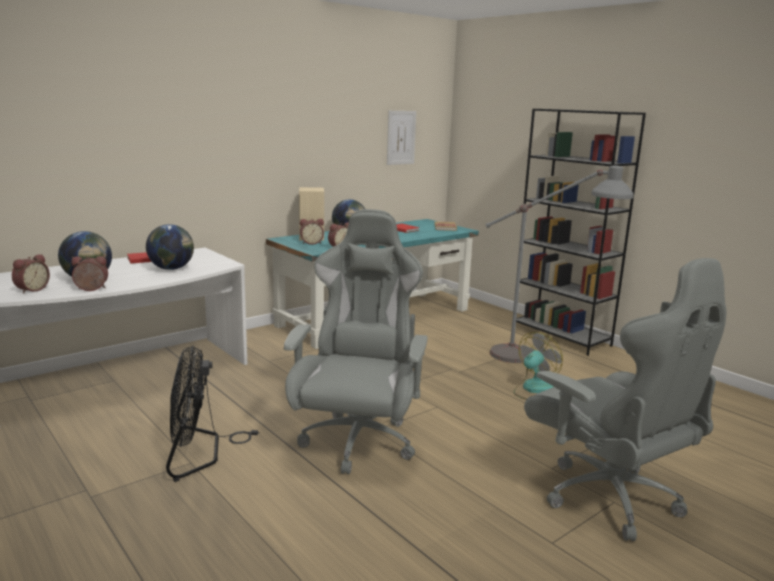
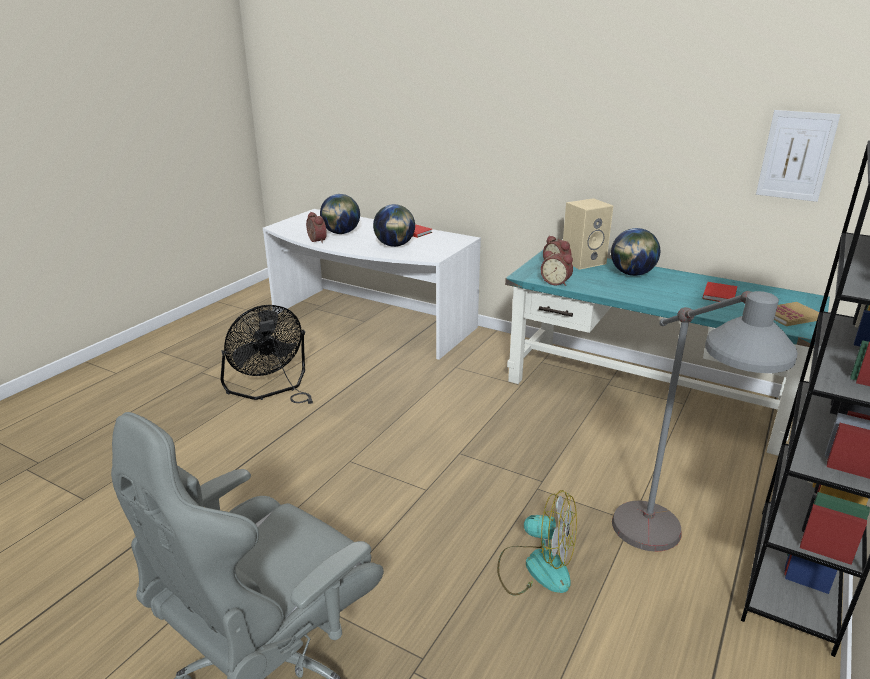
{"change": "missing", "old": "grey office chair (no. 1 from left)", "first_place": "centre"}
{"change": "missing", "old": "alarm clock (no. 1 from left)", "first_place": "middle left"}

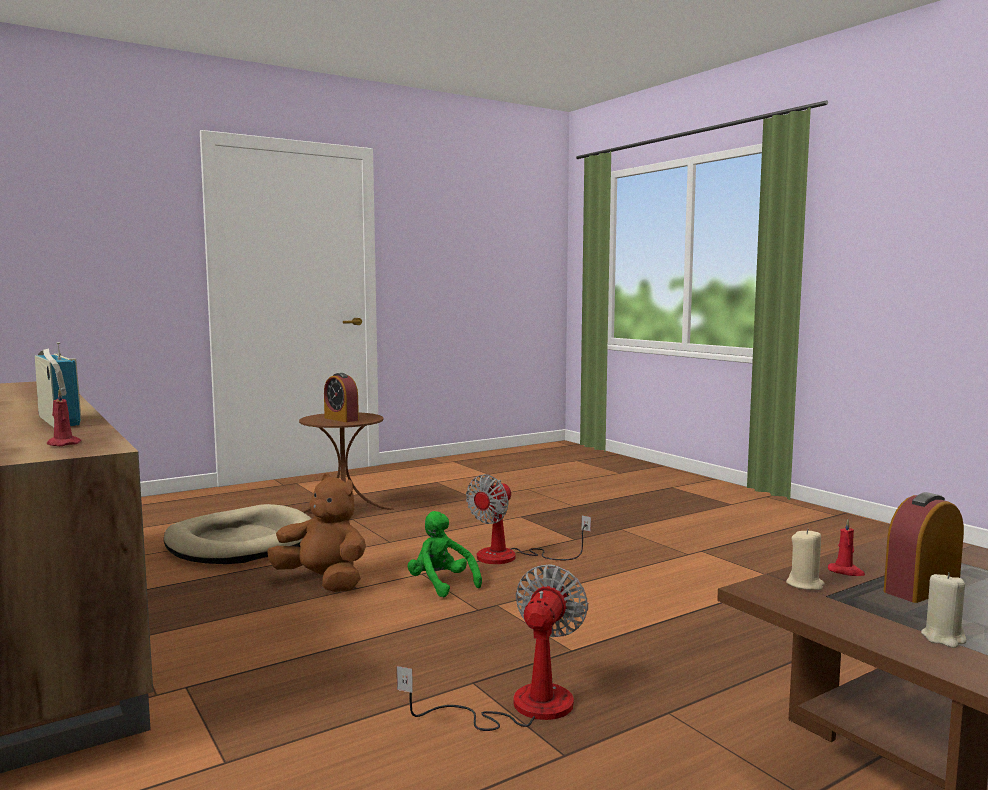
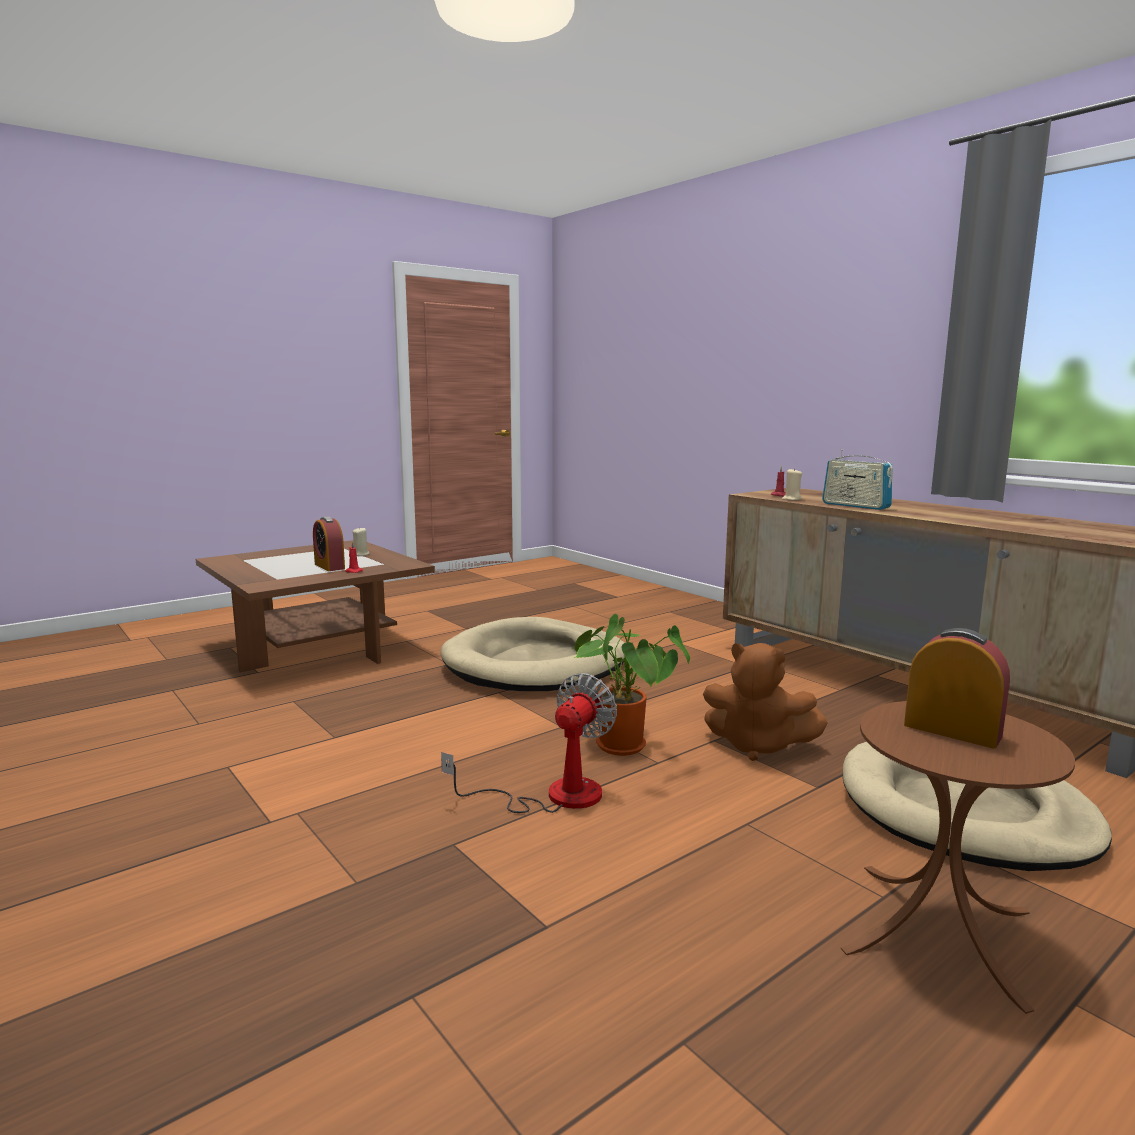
{"change": "spun", "old": "alarm clock (no. 2 from left in the first image)", "first_place": "bottom right", "second_place": "middle left", "degrees": 90}
{"change": "exchanged", "old": "green plush toy", "new": "potted plant", "first_place": "bottom centre", "second_place": "centre"}
{"change": "relocated", "old": "beige candle (no. 1 from left in the first image)", "new": "beige candle (no. 2 from left)", "first_place": "bottom right", "second_place": "middle right"}
{"change": "exchanged", "old": "fan (no. 1 from left)", "new": "beige dog bed (no. 1 from left)", "first_place": "bottom centre", "second_place": "centre"}

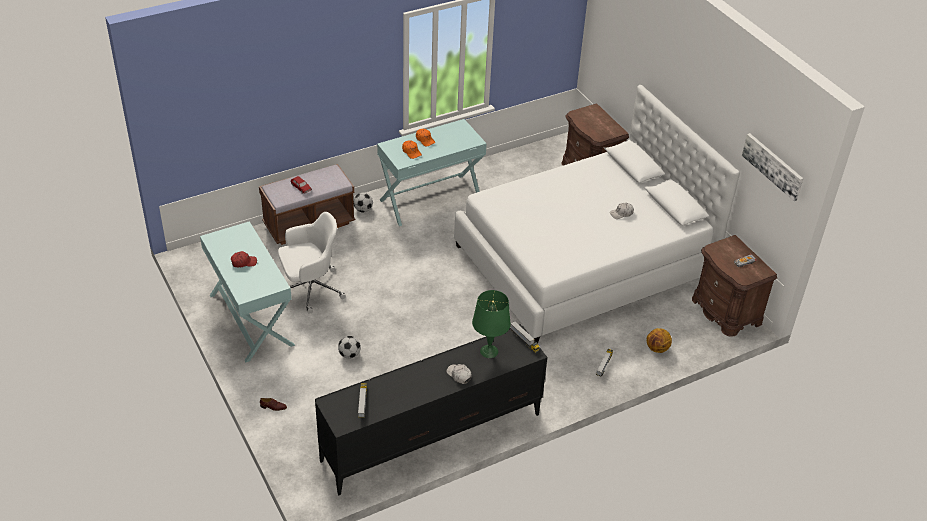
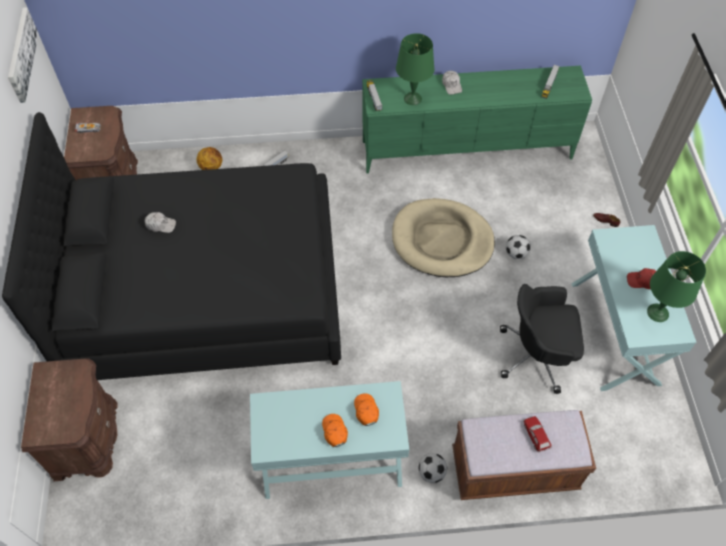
{"change": "colour", "old": "white bed", "new": "black bed", "first_place": "centre", "second_place": "middle left"}
{"change": "colour", "old": "white office chair", "new": "black office chair", "first_place": "centre", "second_place": "middle right"}
{"change": "colour", "old": "black cabinet", "new": "green cabinet", "first_place": "bottom centre", "second_place": "top centre"}
{"change": "appeared", "new": "beige dog bed", "second_place": "centre"}
{"change": "appeared", "new": "green table lamp (no. 2 from left)", "second_place": "middle right"}

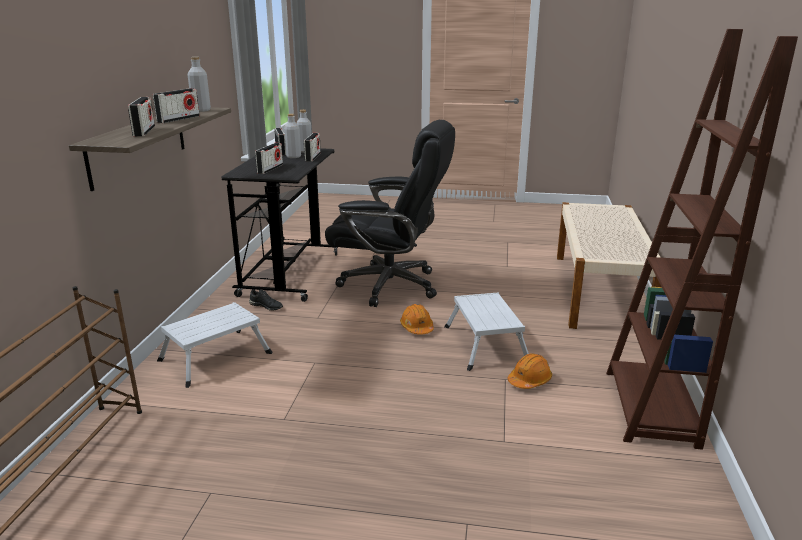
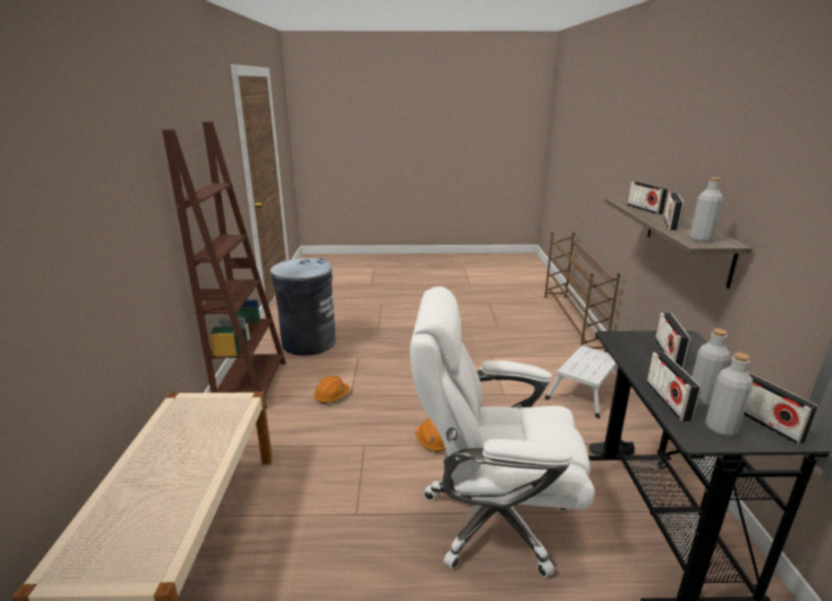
{"change": "colour", "old": "black office chair", "new": "white office chair", "first_place": "centre", "second_place": "bottom centre"}
{"change": "missing", "old": "white step ladder (no. 2 from left)", "first_place": "centre"}
{"change": "appeared", "new": "grey trash can", "second_place": "centre"}

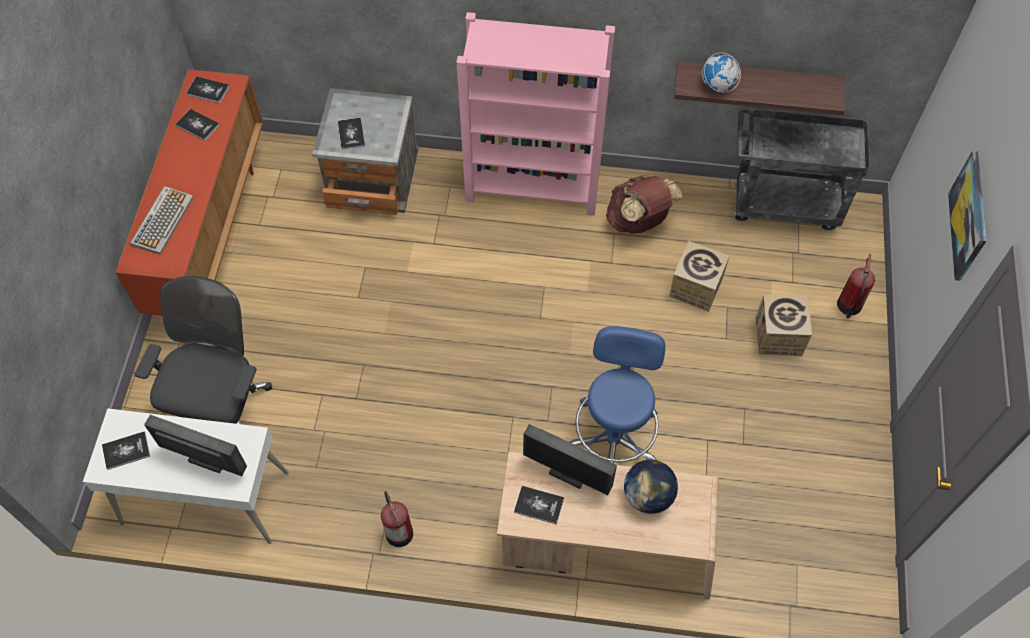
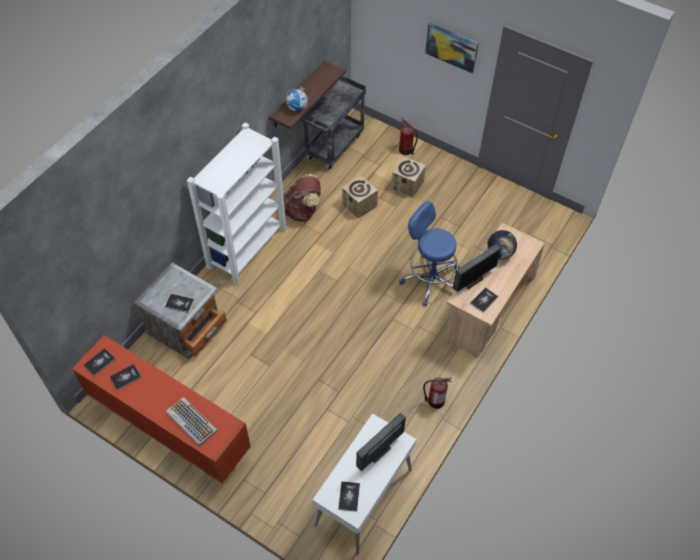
{"change": "colour", "old": "pink bookcase", "new": "white bookcase", "first_place": "top centre", "second_place": "centre"}
{"change": "missing", "old": "office chair", "first_place": "middle left"}

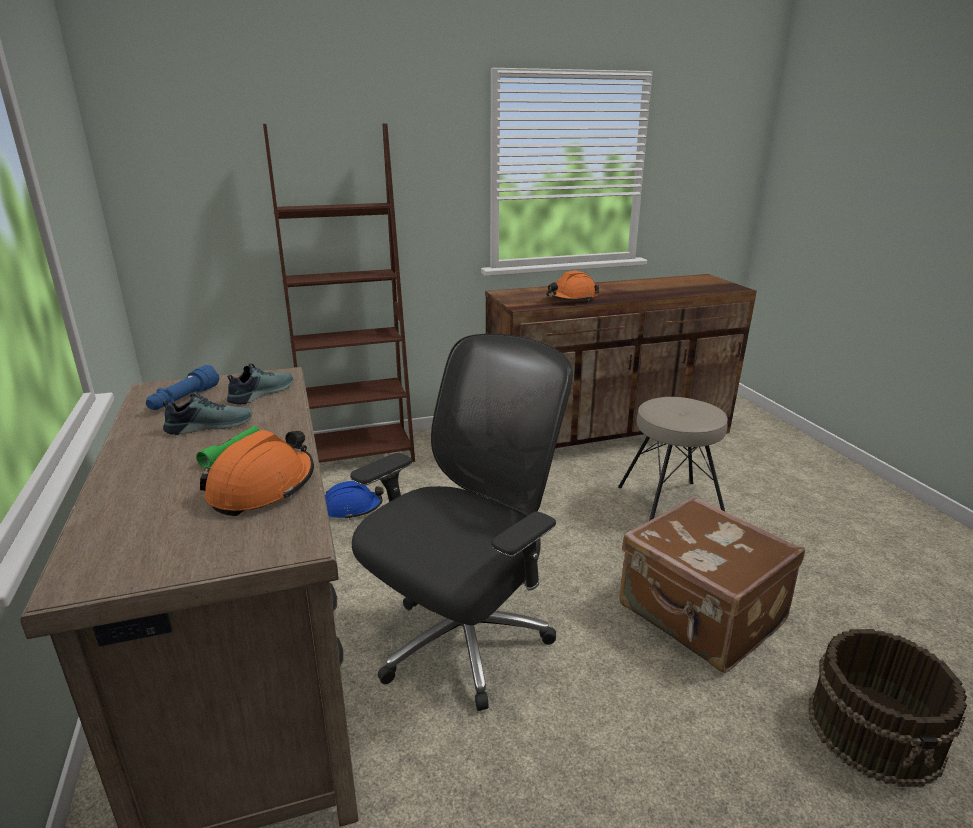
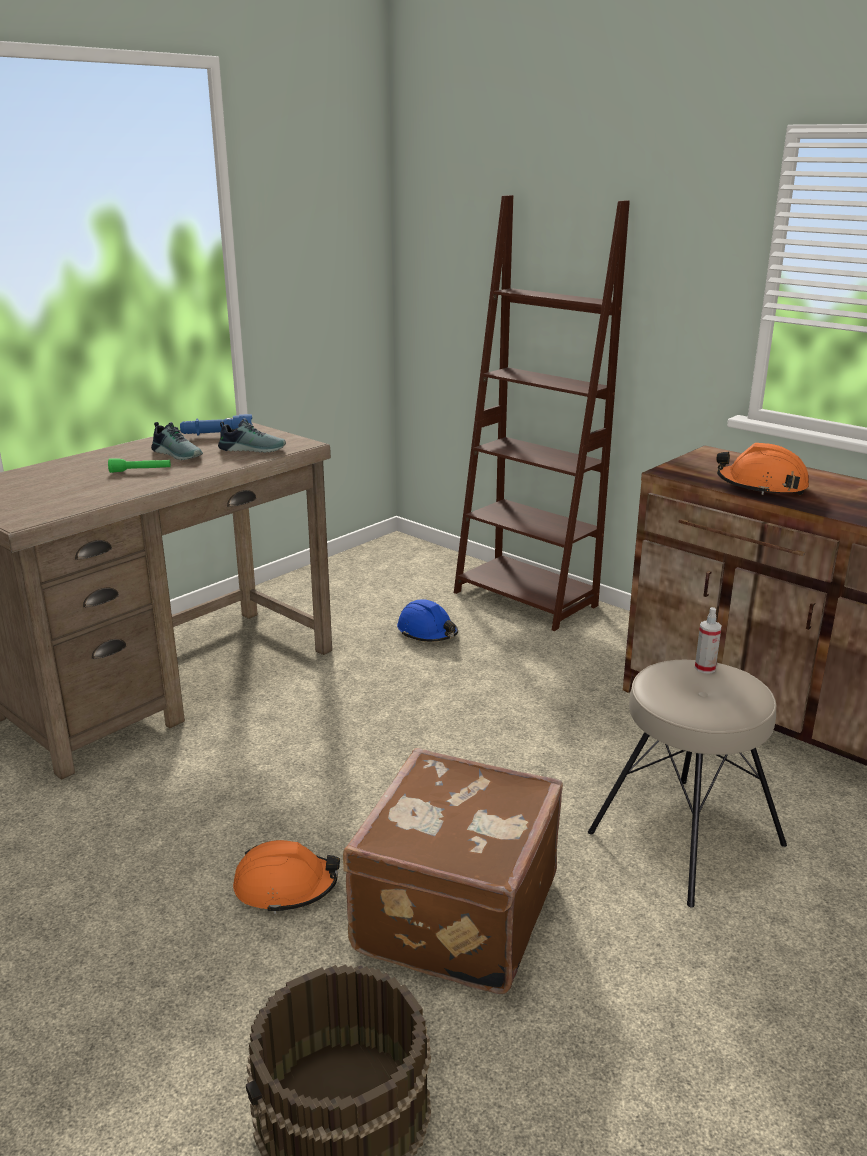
{"change": "missing", "old": "office chair", "first_place": "centre"}
{"change": "relocated", "old": "orange hard hat (no. 1 from left)", "first_place": "middle left", "second_place": "bottom left"}
{"change": "appeared", "new": "spray bottle", "second_place": "middle right"}

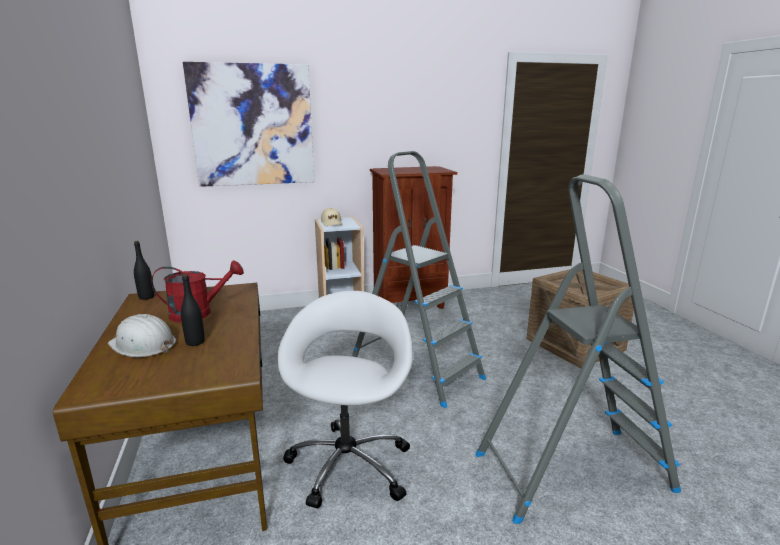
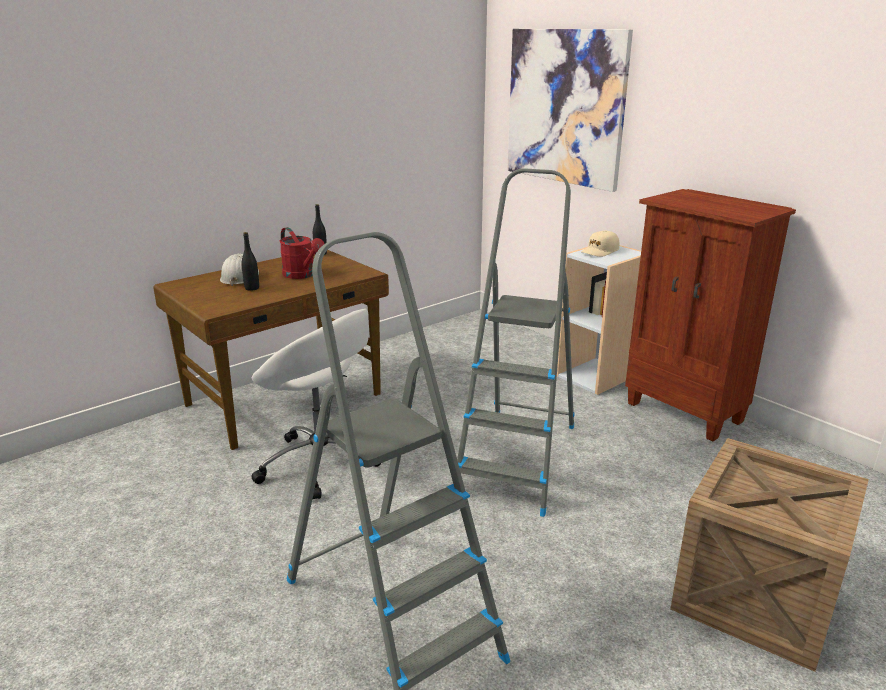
{"change": "spun", "old": "white office chair", "first_place": "bottom centre", "second_place": "centre", "degrees": 45}

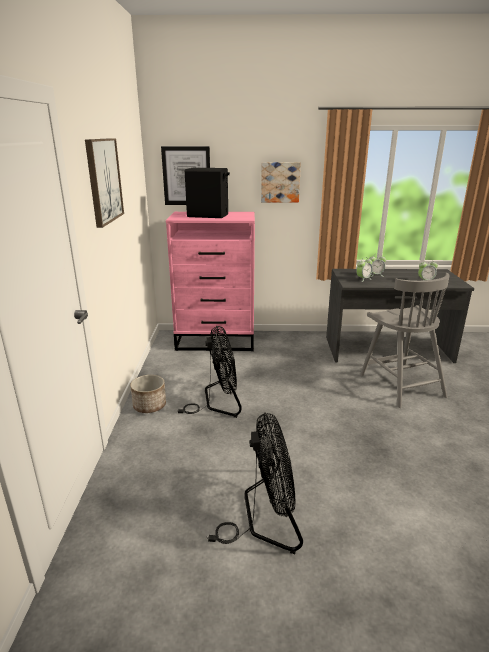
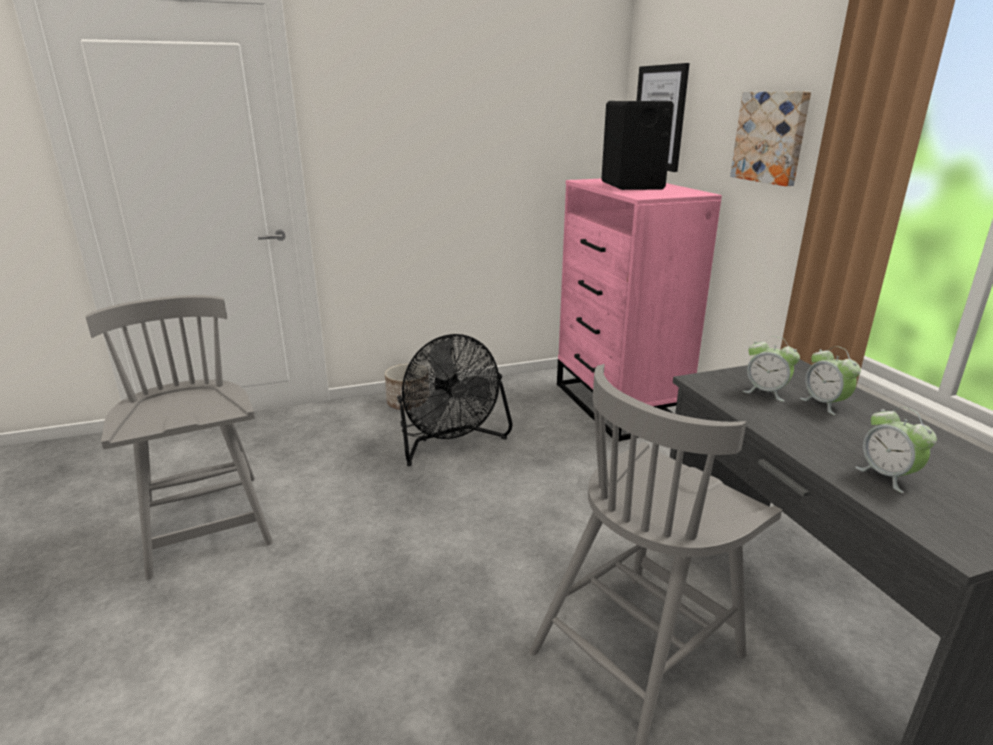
{"change": "missing", "old": "picture (no. 1 from left)", "first_place": "top left"}
{"change": "exchanged", "old": "black fan (no. 2 from left)", "new": "grey chair (no. 1 from left)", "first_place": "bottom centre", "second_place": "middle left"}

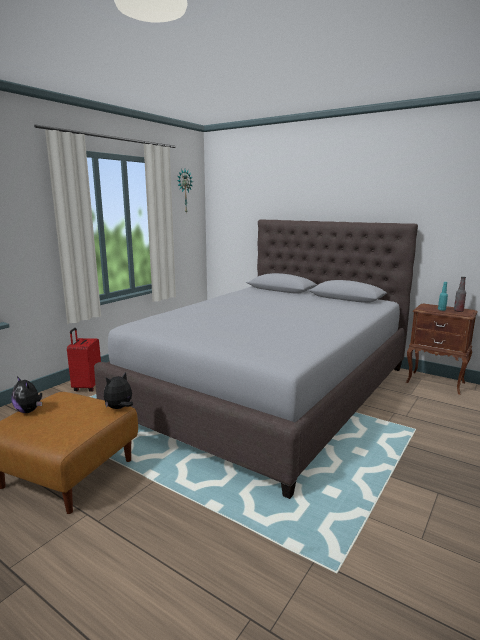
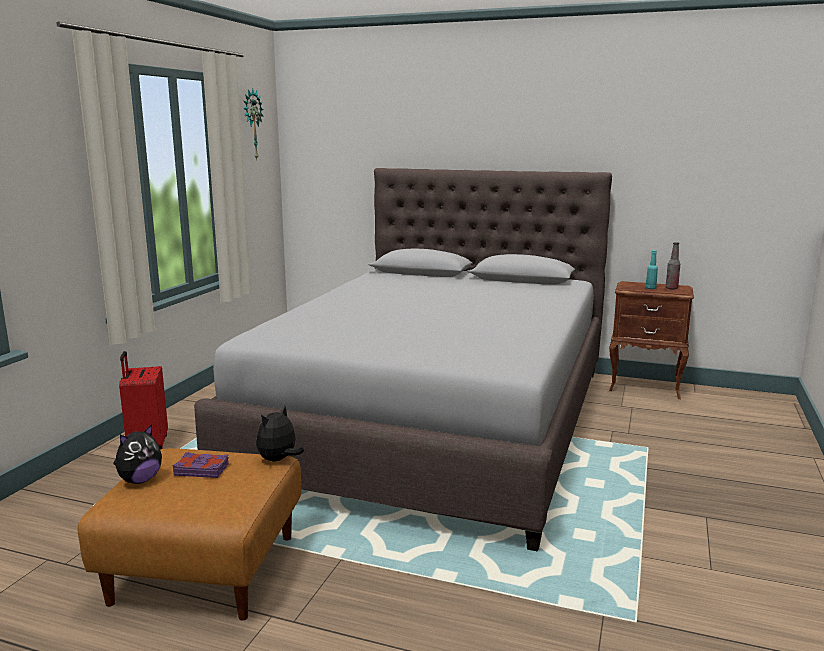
{"change": "spun", "old": "plush toy (no. 1 from left)", "first_place": "middle left", "second_place": "bottom left", "degrees": -75}
{"change": "appeared", "new": "purple book", "second_place": "bottom left"}

